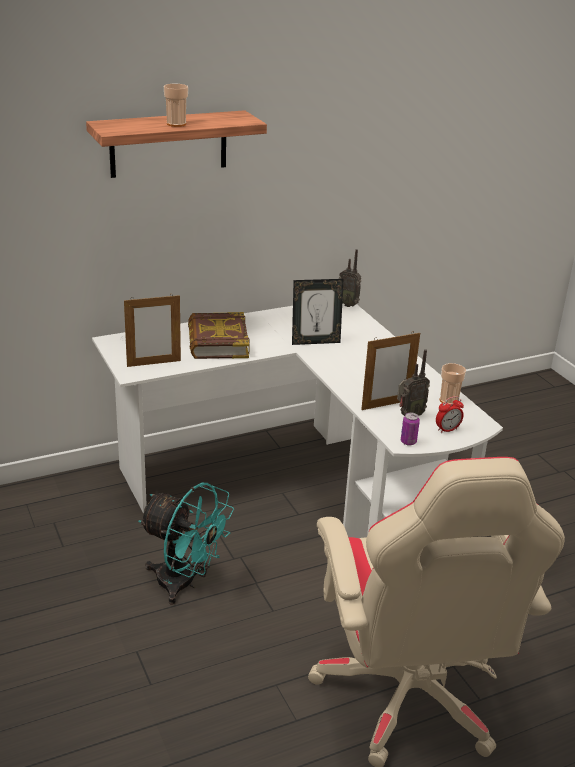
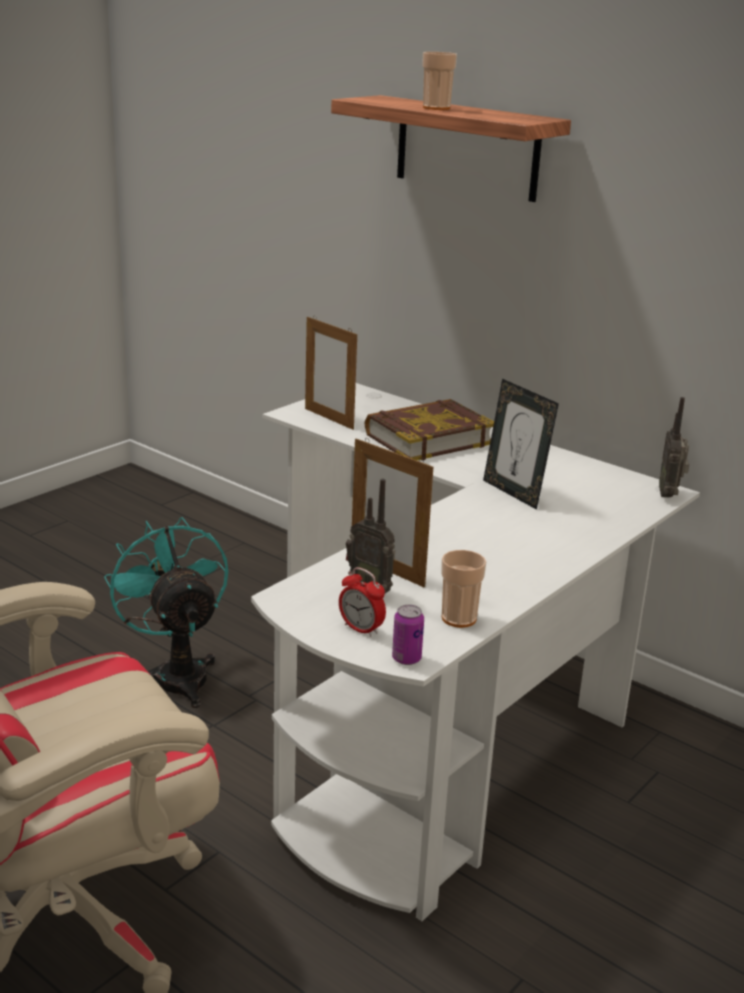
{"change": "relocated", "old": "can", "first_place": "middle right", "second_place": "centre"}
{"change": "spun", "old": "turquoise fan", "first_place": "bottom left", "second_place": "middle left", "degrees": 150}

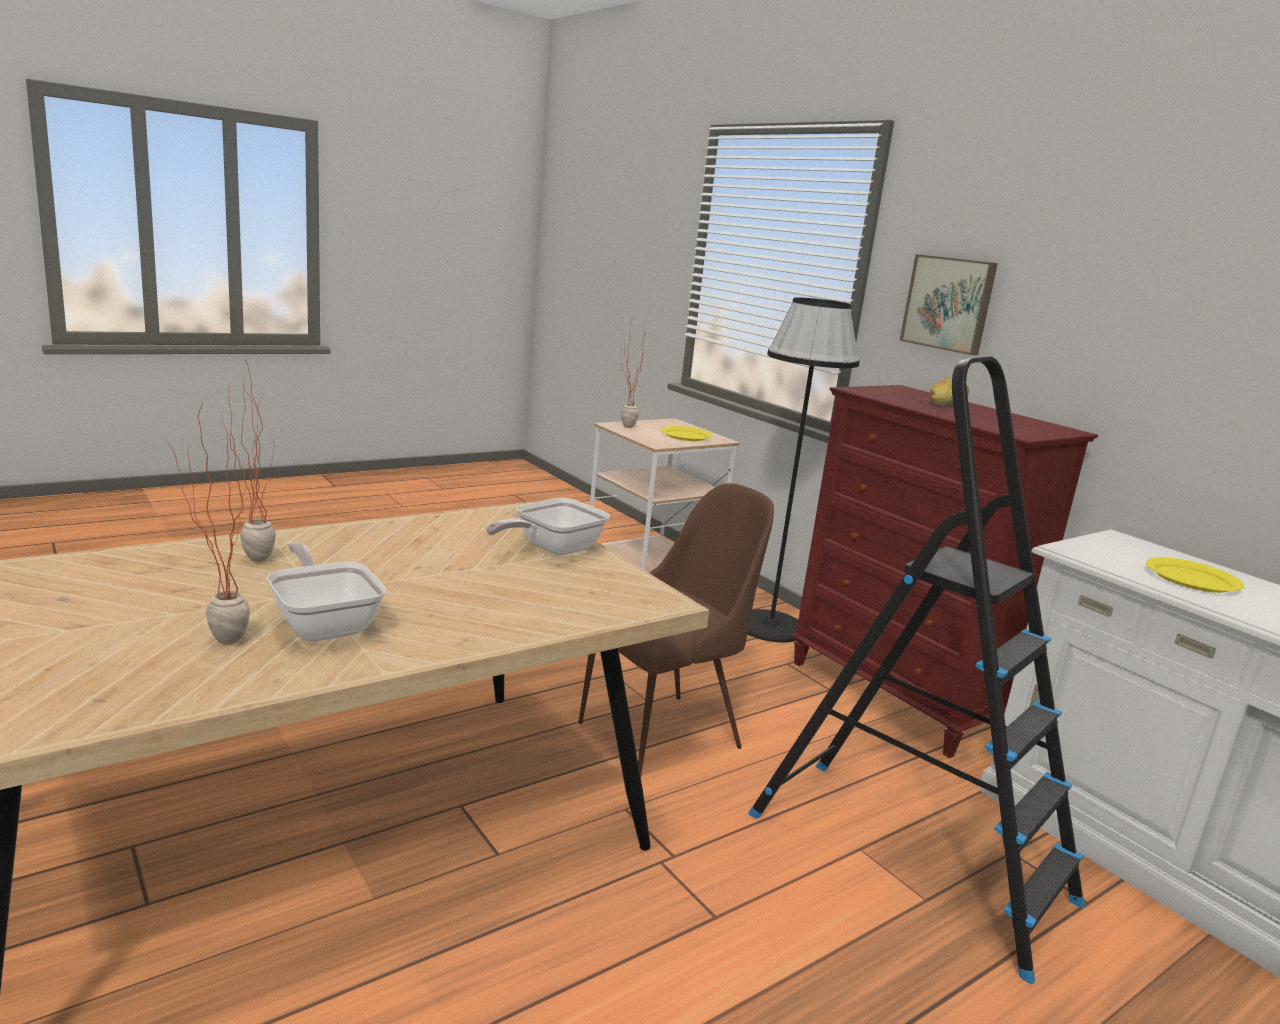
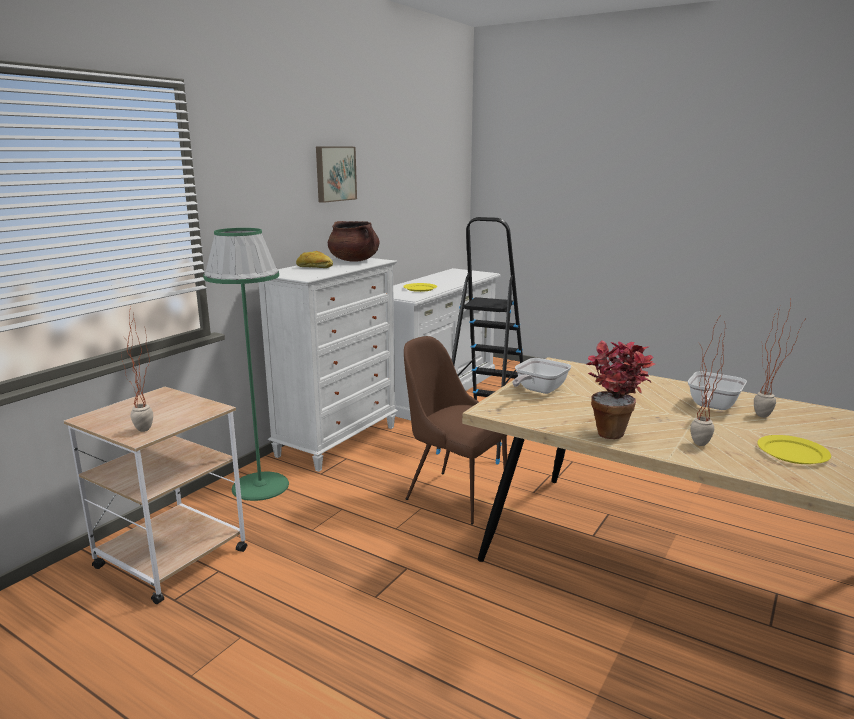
{"change": "relocated", "old": "picture", "first_place": "top right", "second_place": "top centre"}
{"change": "colour", "old": "black floor lamp", "new": "green floor lamp", "first_place": "centre", "second_place": "middle left"}
{"change": "colour", "old": "red dresser", "new": "white dresser", "first_place": "middle right", "second_place": "centre"}
{"change": "relocated", "old": "yellow plate (no. 1 from left in the first image)", "new": "yellow plate (no. 2 from left)", "first_place": "centre", "second_place": "middle right"}
{"change": "spun", "old": "frying pan (no. 2 from left in the first image)", "first_place": "centre", "second_place": "centre", "degrees": 105}
{"change": "appeared", "new": "brown cooking pot", "second_place": "centre"}
{"change": "appeared", "new": "potted plant (no. 2 from left)", "second_place": "middle right"}

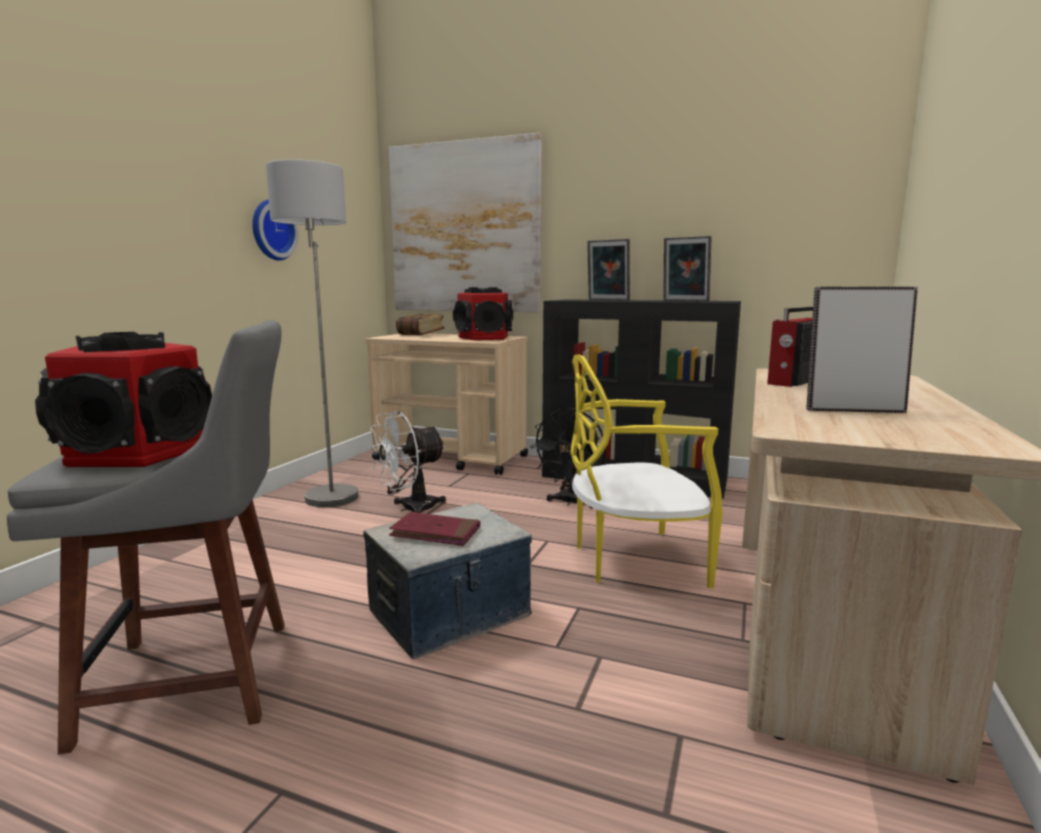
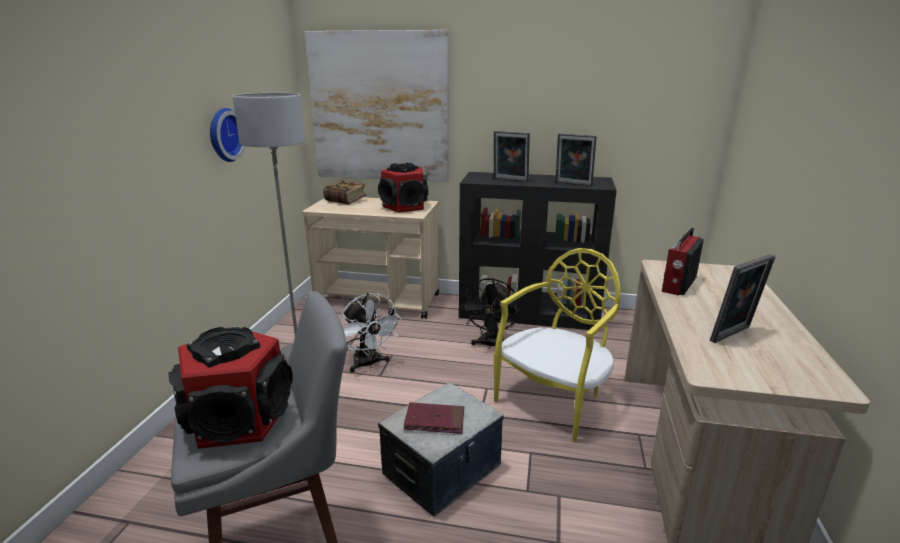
{"change": "spun", "old": "picture frame (no. 3 from left)", "first_place": "middle right", "second_place": "middle right", "degrees": 150}
{"change": "spun", "old": "yellow chair", "first_place": "centre", "second_place": "centre", "degrees": 150}
{"change": "spun", "old": "white fan", "first_place": "centre", "second_place": "centre", "degrees": -75}

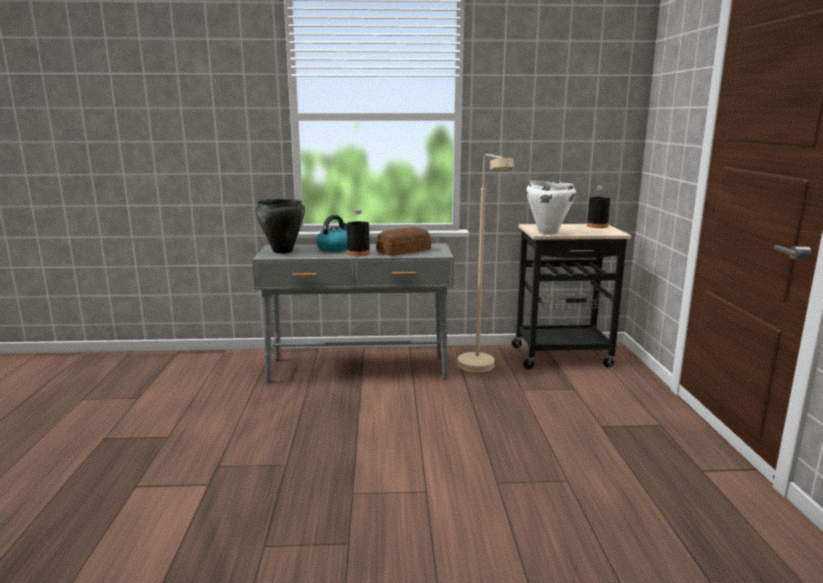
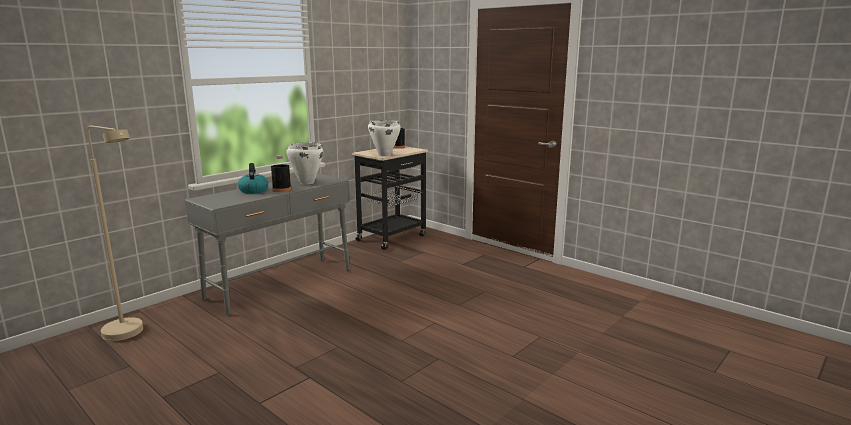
{"change": "relocated", "old": "beige floor lamp", "first_place": "centre", "second_place": "middle left"}
{"change": "missing", "old": "black cooking pot", "first_place": "centre"}
{"change": "exchanged", "old": "bread", "new": "white cooking pot (no. 1 from left)", "first_place": "centre", "second_place": "centre"}

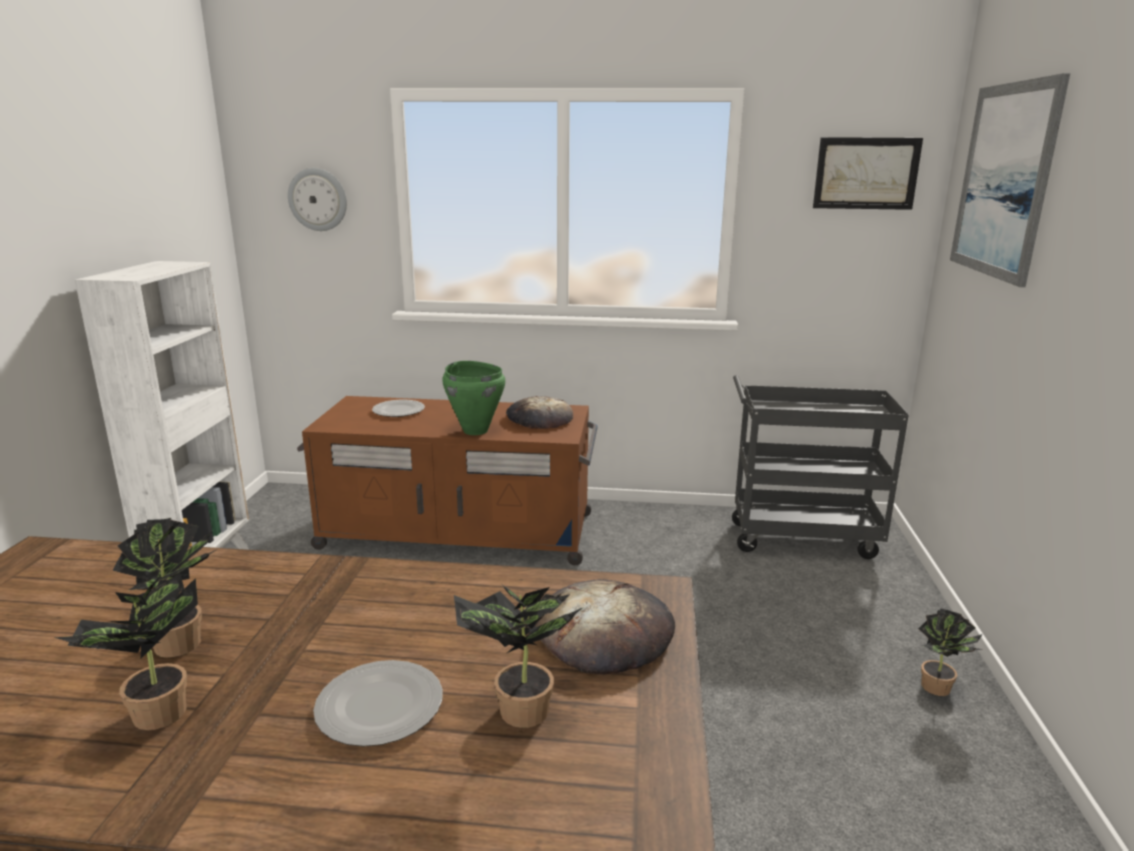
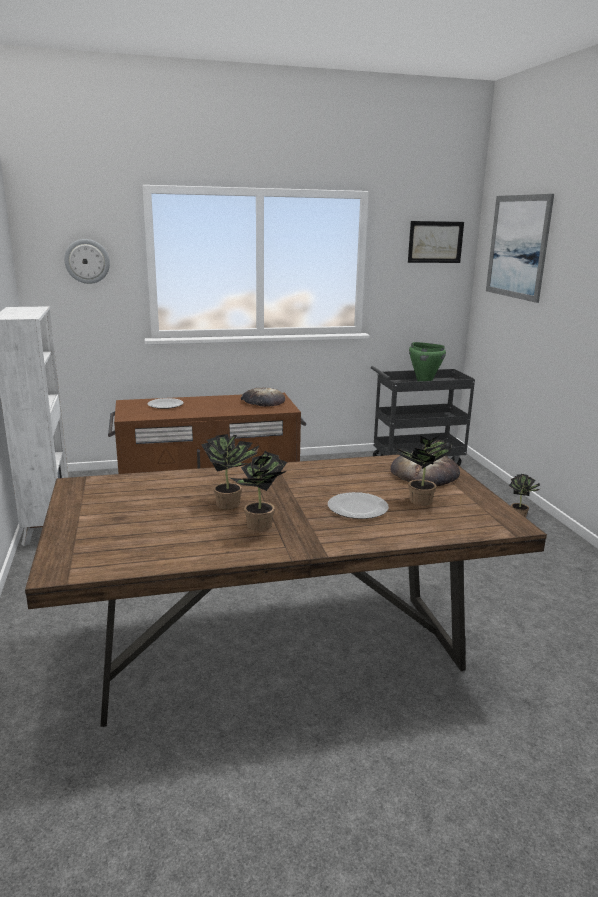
{"change": "relocated", "old": "green cooking pot", "first_place": "centre", "second_place": "middle right"}

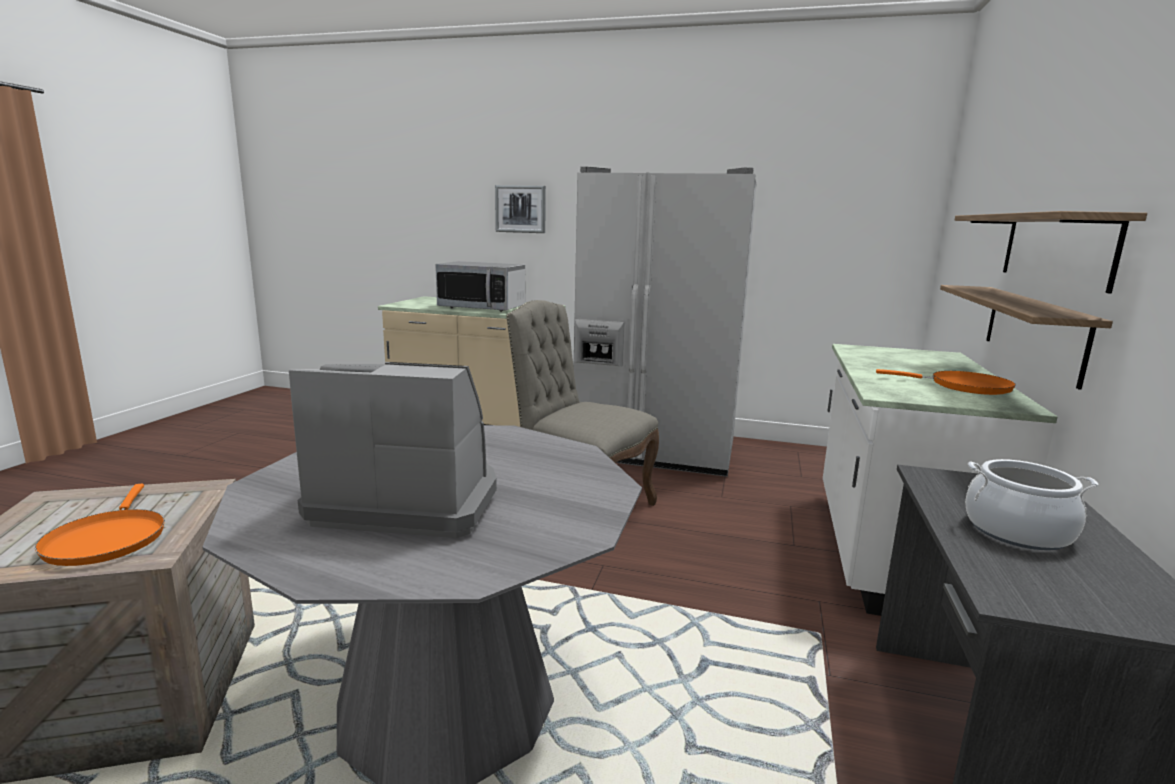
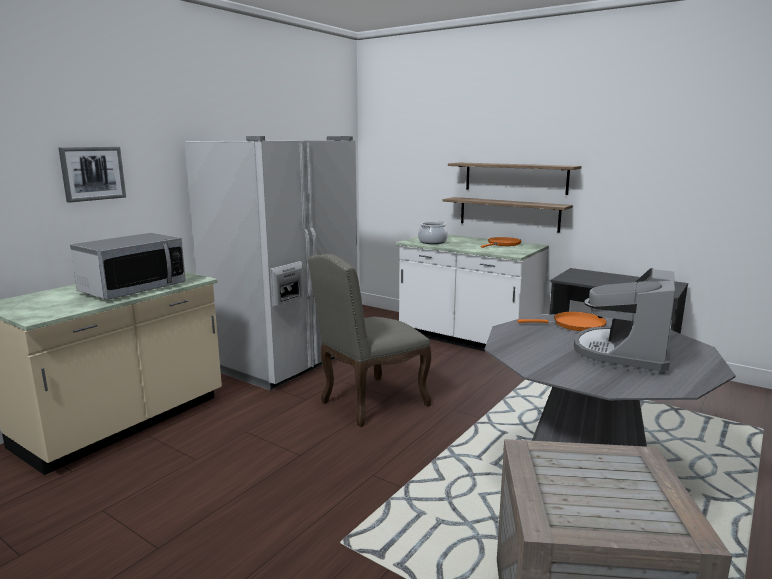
{"change": "relocated", "old": "cooking pot", "first_place": "middle right", "second_place": "centre"}
{"change": "relocated", "old": "orange frying pan (no. 1 from left in the first image)", "new": "orange frying pan (no. 2 from left)", "first_place": "bottom left", "second_place": "middle right"}

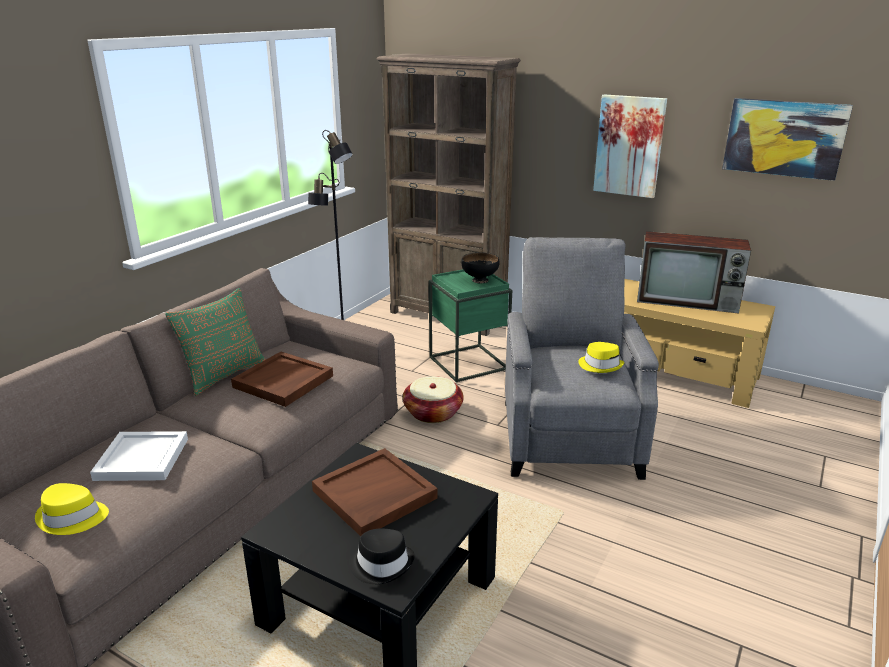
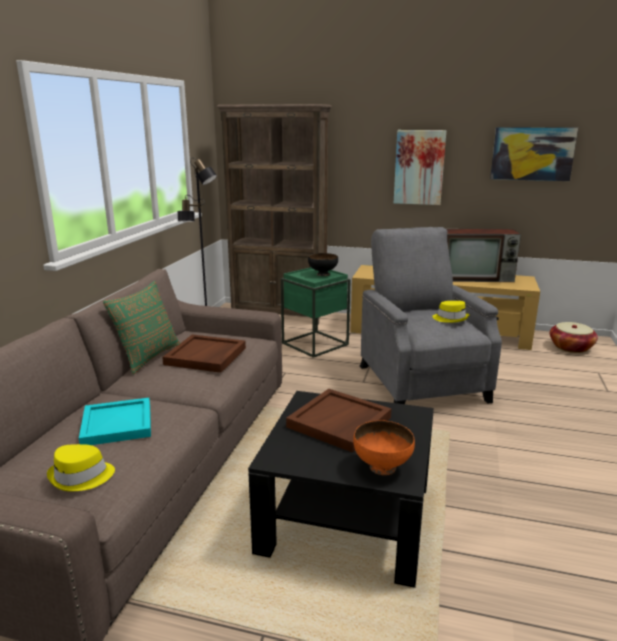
{"change": "relocated", "old": "basket", "first_place": "centre", "second_place": "middle right"}
{"change": "colour", "old": "white tray", "new": "turquoise tray", "first_place": "bottom left", "second_place": "middle left"}
{"change": "exchanged", "old": "black hat", "new": "orange bowl", "first_place": "bottom centre", "second_place": "bottom centre"}

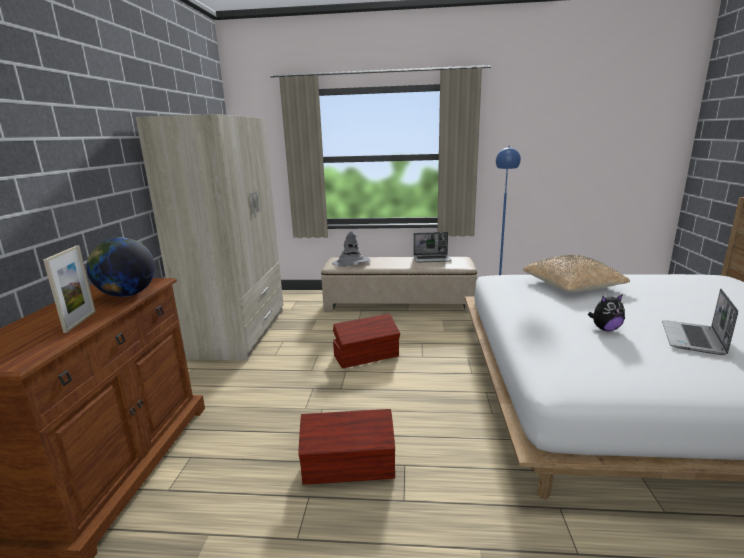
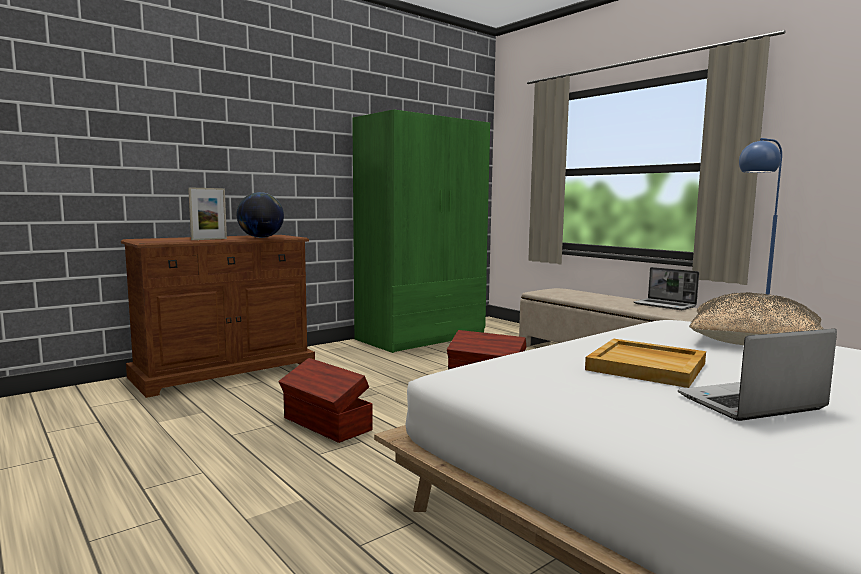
{"change": "colour", "old": "beige wardrobe", "new": "green wardrobe", "first_place": "middle left", "second_place": "centre"}
{"change": "missing", "old": "grey hat", "first_place": "centre"}
{"change": "exchanged", "old": "plush toy", "new": "beige tray", "first_place": "middle right", "second_place": "middle right"}

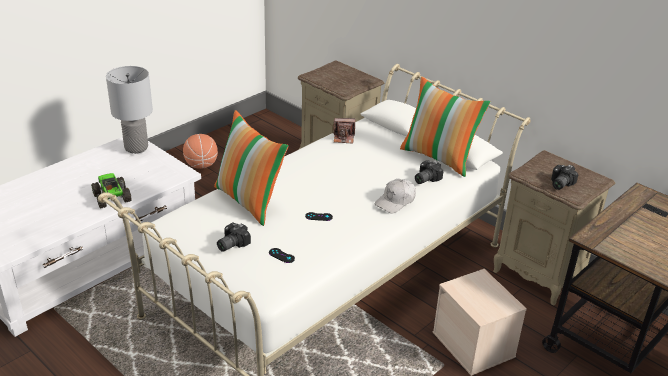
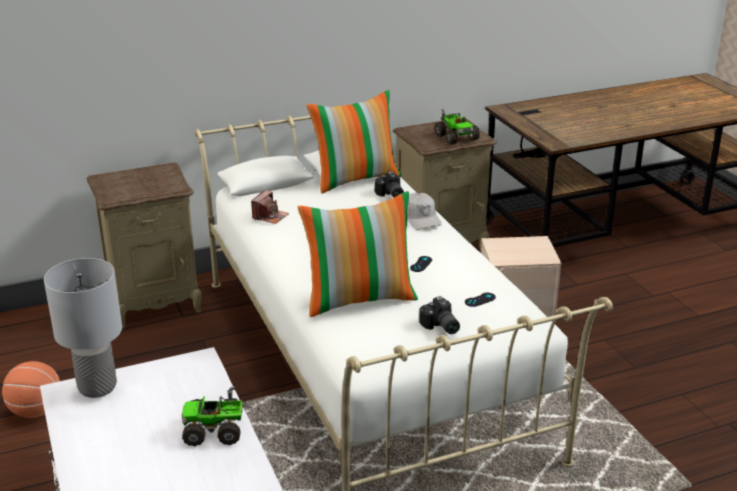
{"change": "exchanged", "old": "photo camera (no. 4 from left)", "new": "toy truck (no. 2 from left)", "first_place": "middle right", "second_place": "top centre"}

